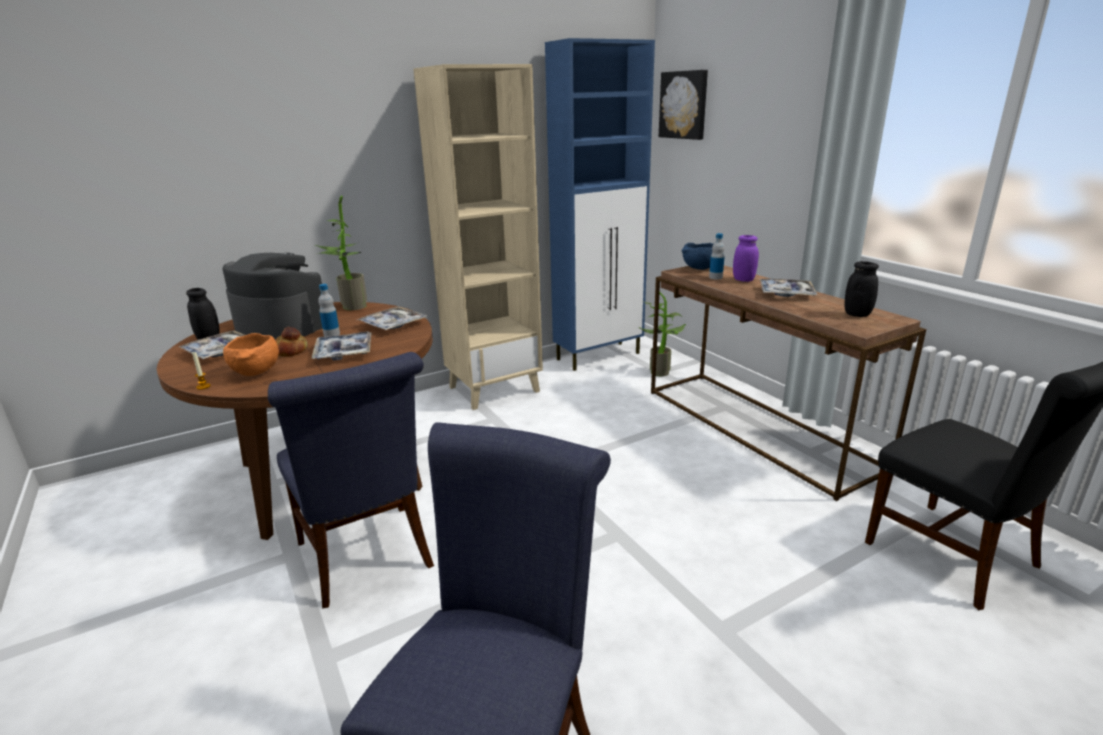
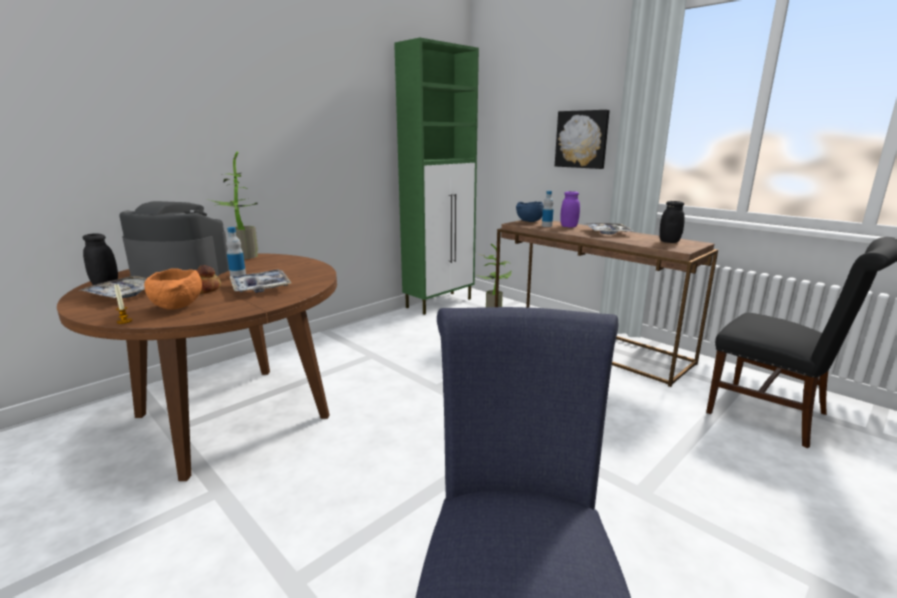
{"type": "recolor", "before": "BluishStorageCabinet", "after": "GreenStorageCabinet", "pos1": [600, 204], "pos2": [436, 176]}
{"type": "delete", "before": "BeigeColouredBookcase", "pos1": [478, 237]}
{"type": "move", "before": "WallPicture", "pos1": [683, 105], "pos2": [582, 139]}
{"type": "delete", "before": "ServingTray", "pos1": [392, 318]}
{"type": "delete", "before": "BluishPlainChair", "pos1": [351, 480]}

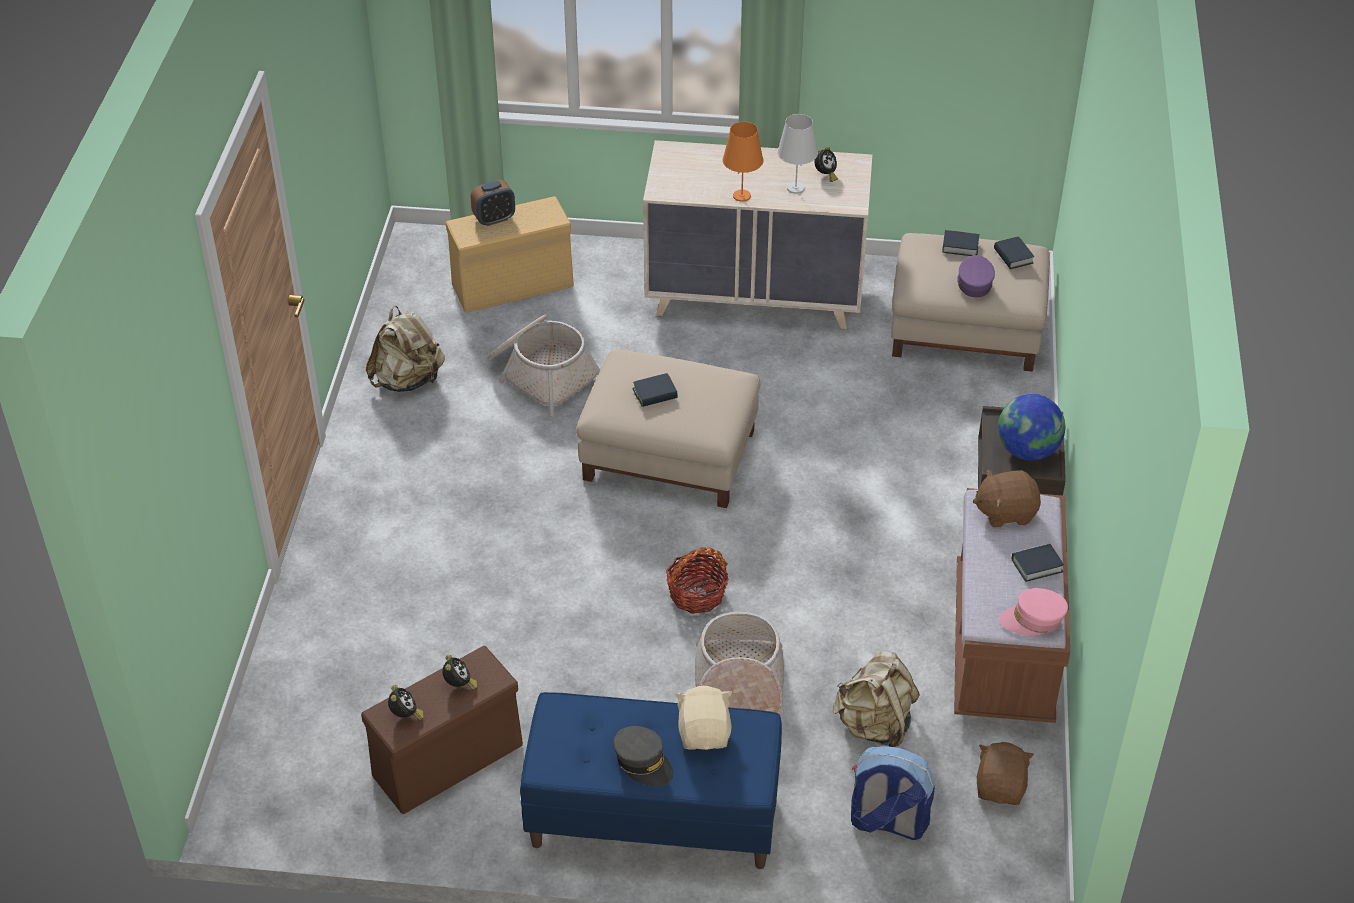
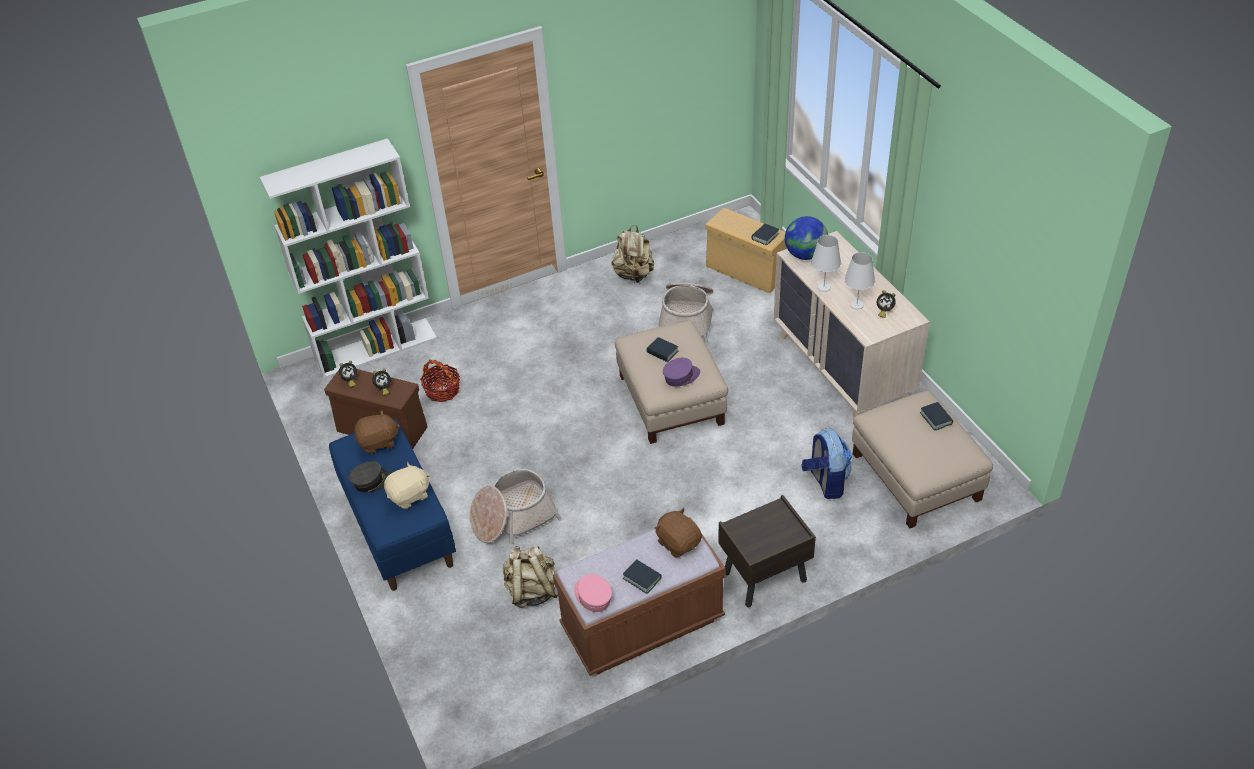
{"type": "recolor", "before": "OrangeColouredTabletopLamp", "after": "WhiteTabletopLamp", "pos1": [743, 162], "pos2": [826, 263]}
{"type": "delete", "before": "AlarmClock", "pos1": [493, 203]}
{"type": "move", "before": "Volume", "pos1": [1014, 253], "pos2": [765, 234]}
{"type": "move", "before": "PurpleColouredCap", "pos1": [976, 276], "pos2": [681, 372]}
{"type": "move", "before": "DeskGlobe", "pos1": [1031, 427], "pos2": [806, 238]}
{"type": "move", "before": "HouseholdBasket", "pos1": [697, 580], "pos2": [440, 381]}
{"type": "rotate", "before": "GreyishCap", "pos1": [643, 756], "pos2": [371, 476], "turn": -120}
{"type": "move", "before": "BrownColouredSoftToy", "pos1": [1005, 773], "pos2": [377, 432]}
{"type": "move", "before": "Knapsack", "pos1": [893, 793], "pos2": [826, 463]}
{"type": "insert", "after": "WhiteBookcase", "pos2": [348, 258]}

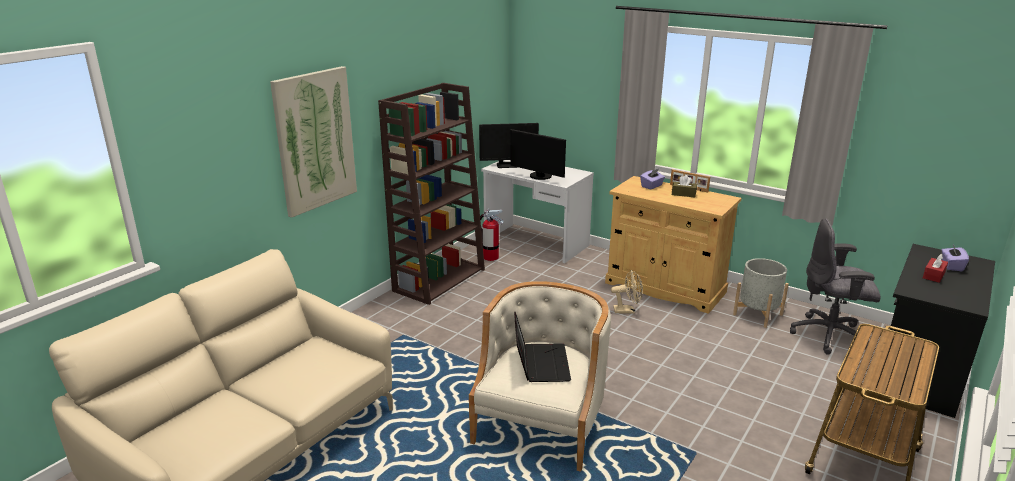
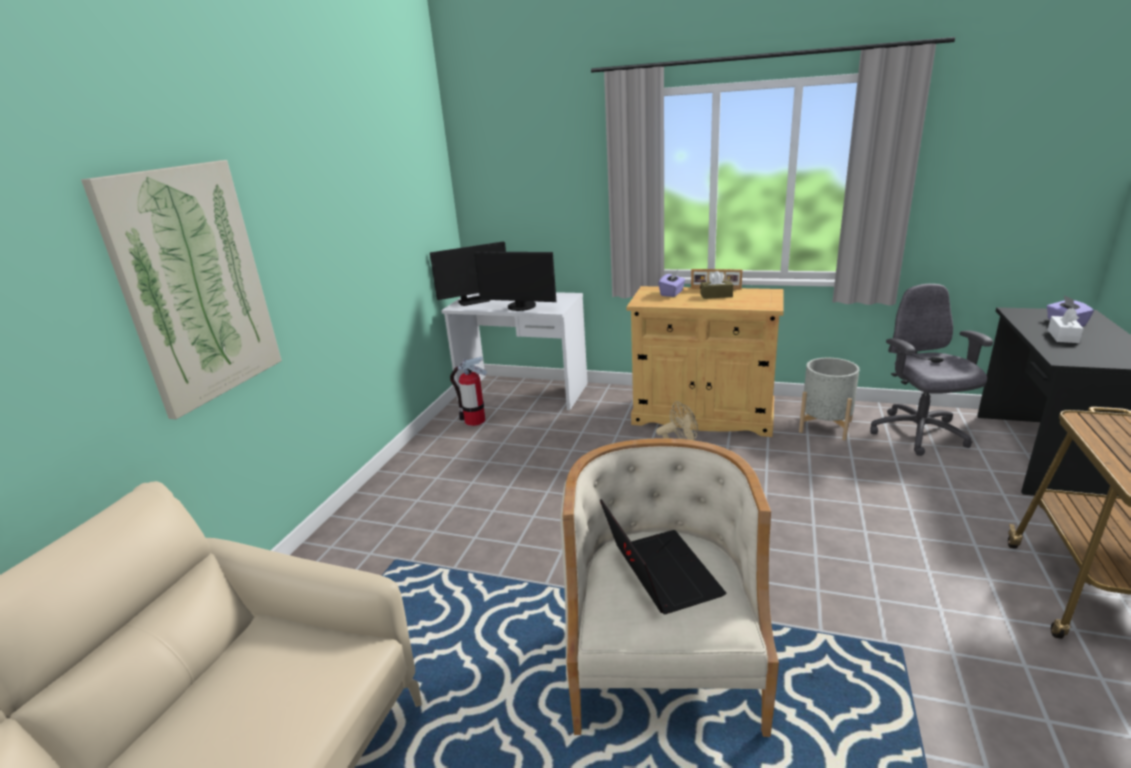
{"type": "delete", "before": "BrownColouredBookcase", "pos1": [431, 194]}
{"type": "rotate", "before": "GreyishComputerChair", "pos1": [835, 286], "pos2": [931, 370], "turn": 90}
{"type": "recolor", "before": "ReddishTissueHolder", "after": "WhiteTissueHolder", "pos1": [935, 268], "pos2": [1066, 325]}

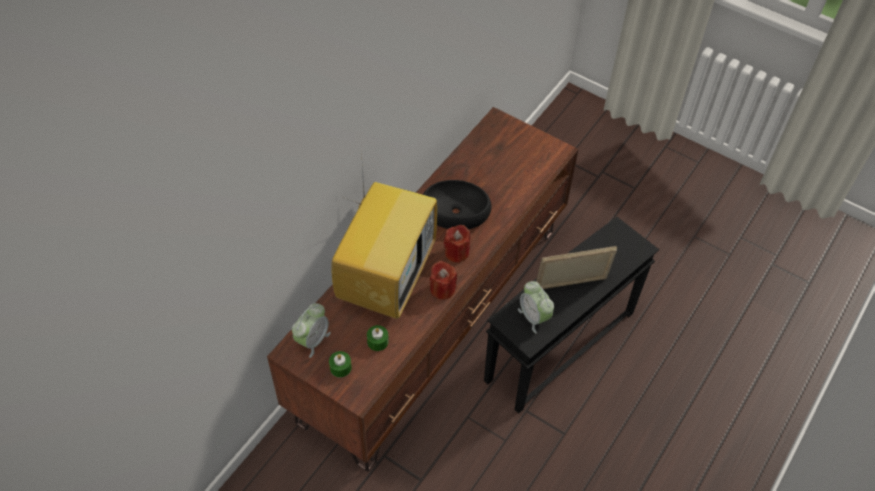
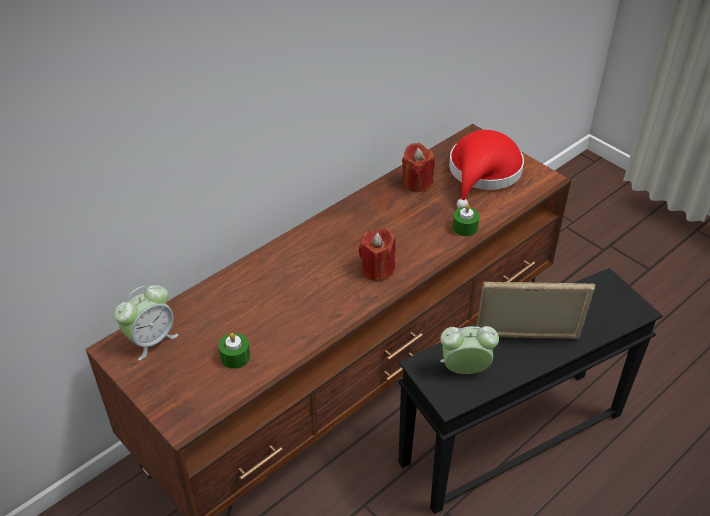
{"type": "delete", "before": "Television", "pos1": [384, 235]}
{"type": "delete", "before": "BlackColouredBowl", "pos1": [457, 204]}
{"type": "move", "before": "ReddishCandle", "pos1": [443, 280], "pos2": [418, 167]}
{"type": "rotate", "before": "AlarmClock", "pos1": [536, 307], "pos2": [469, 350], "turn": 105}
{"type": "move", "before": "GreenCandle", "pos1": [340, 364], "pos2": [465, 220]}
{"type": "insert", "after": "ReddishClothingHat", "pos2": [486, 169]}

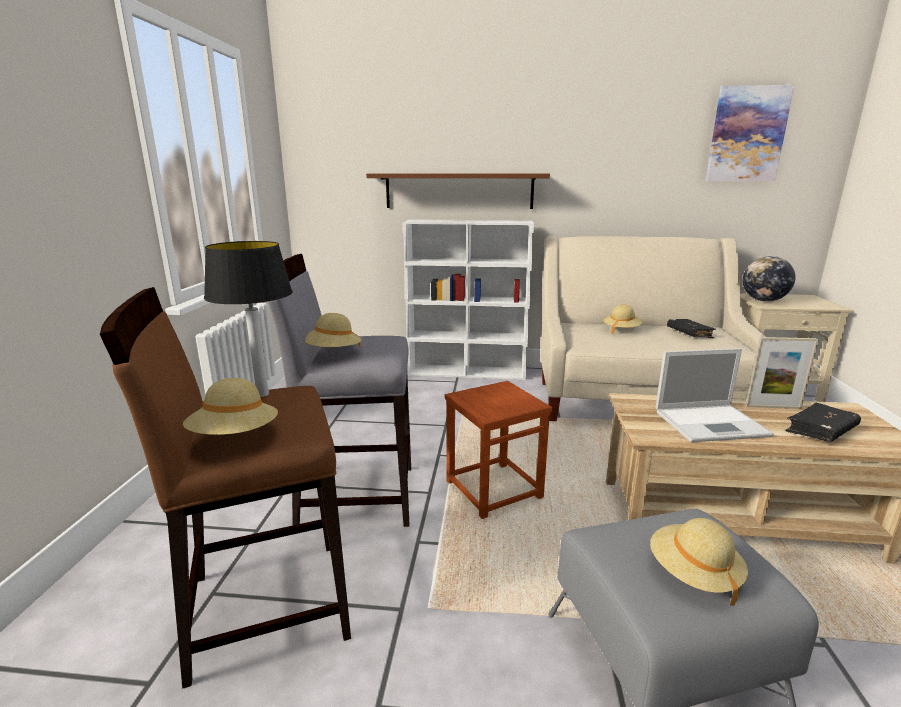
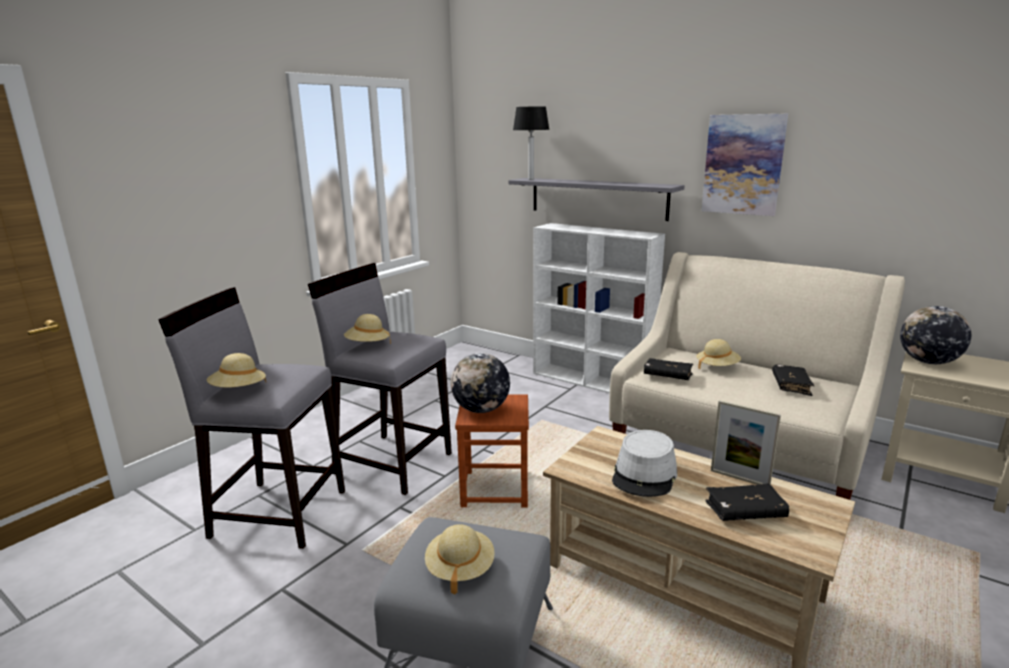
{"type": "move", "before": "WallPicture", "pos1": [750, 133], "pos2": [744, 164]}
{"type": "recolor", "before": "BrownColouredBracketShelf", "after": "GreyishBracketShelf", "pos1": [458, 191], "pos2": [596, 199]}
{"type": "move", "before": "TabletopLamp", "pos1": [248, 319], "pos2": [531, 143]}
{"type": "recolor", "before": "BrownColouredSittingStool", "after": "GreyishSittingStool", "pos1": [225, 488], "pos2": [251, 418]}
{"type": "replace", "before": "NotebookComputer", "after": "GreyishClothingHat", "pos1": [714, 395], "pos2": [644, 463]}
{"type": "insert", "after": "DeskGlobe", "pos2": [480, 383]}
{"type": "insert", "after": "BlackColouredVolume", "pos2": [668, 369]}

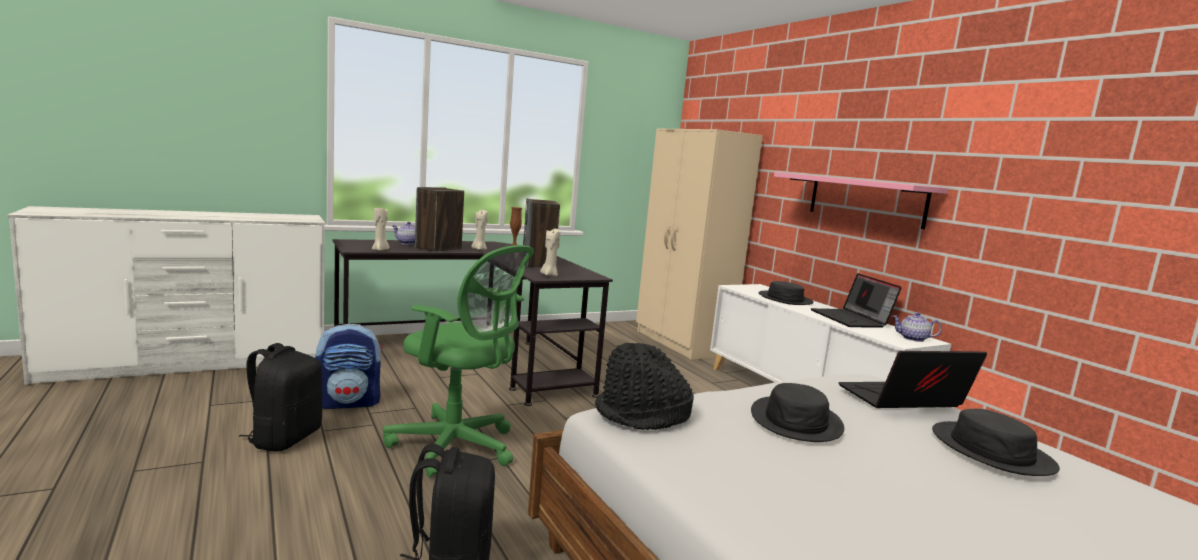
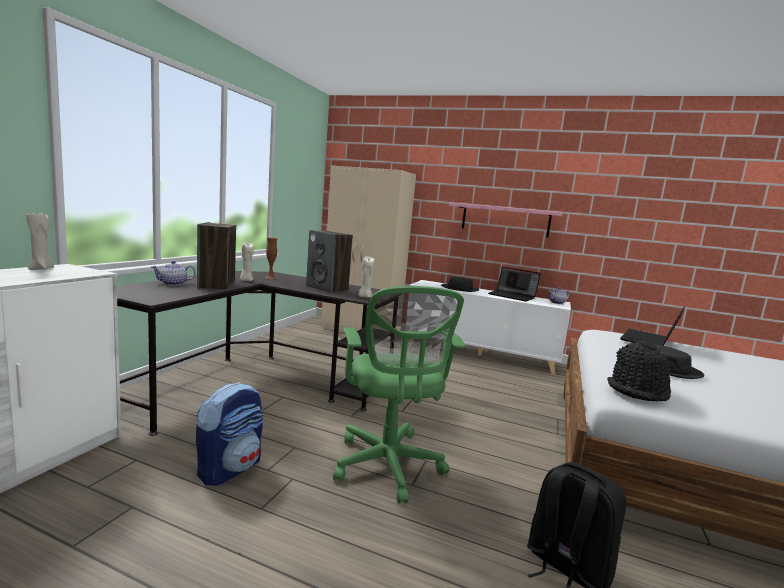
{"type": "move", "before": "BeigeColouredCandle", "pos1": [380, 229], "pos2": [40, 241]}
{"type": "rotate", "before": "GreenComputerChair", "pos1": [458, 361], "pos2": [399, 394], "turn": 90}
{"type": "delete", "before": "BlackColouredKnapsack", "pos1": [280, 397]}
{"type": "delete", "before": "BlackColouredClothingHat", "pos1": [996, 442]}

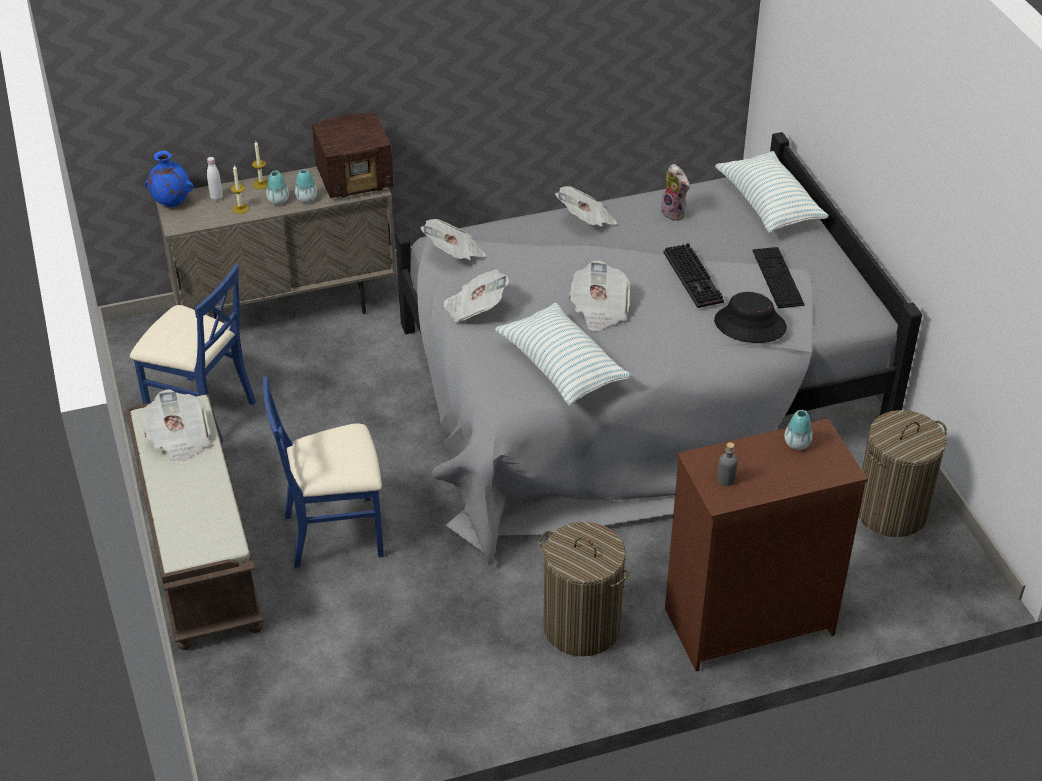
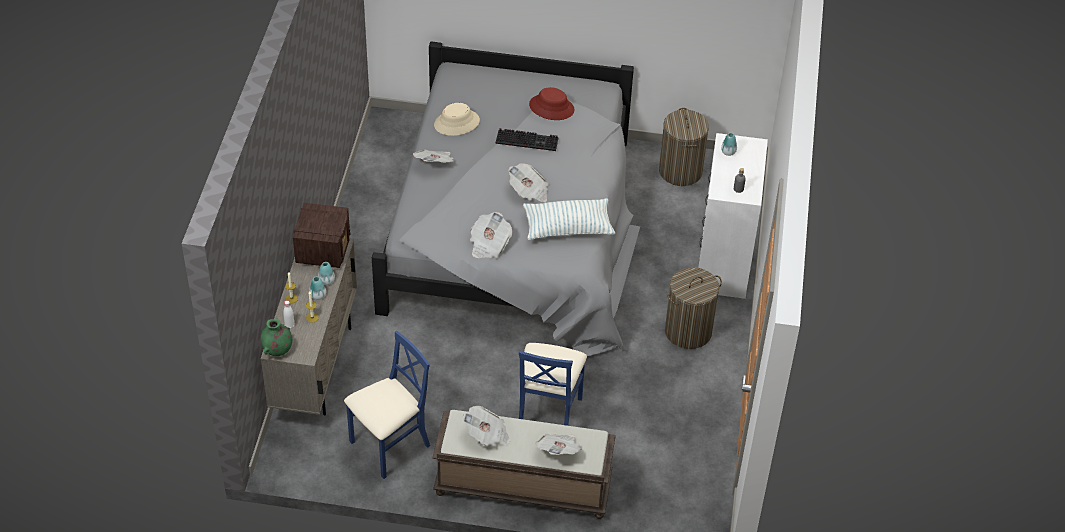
{"type": "recolor", "before": "BluishDecorativeVase", "after": "GreenDecorativeVase", "pos1": [169, 178], "pos2": [276, 337]}
{"type": "delete", "before": "Pillow", "pos1": [772, 192]}
{"type": "replace", "before": "SoftToy", "after": "BeigeColouredClothingHat", "pos1": [675, 192], "pos2": [457, 119]}
{"type": "move", "before": "Newspaper", "pos1": [453, 239], "pos2": [559, 444]}
{"type": "replace", "before": "Keyboard", "after": "ReddishClothingHat", "pos1": [779, 278], "pos2": [551, 103]}
{"type": "delete", "before": "BlackColouredClothingHat", "pos1": [750, 317]}
{"type": "recolor", "before": "BrownColouredDrawerChest", "after": "WhiteDrawerChest", "pos1": [766, 544], "pos2": [733, 216]}

